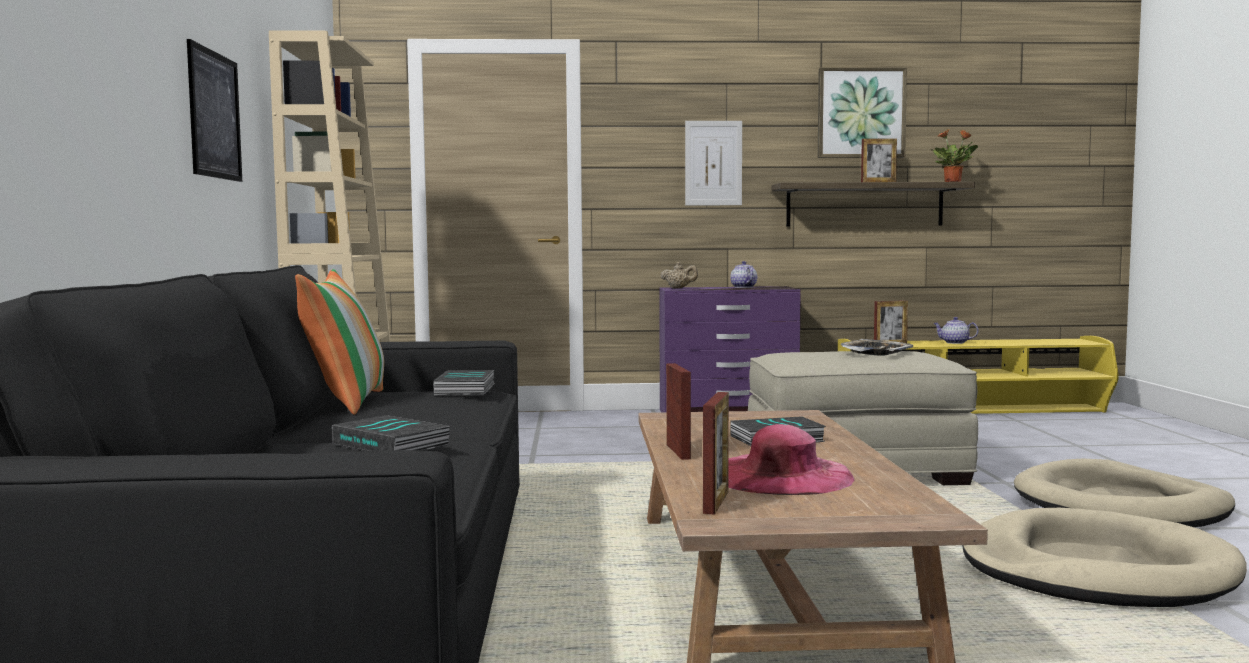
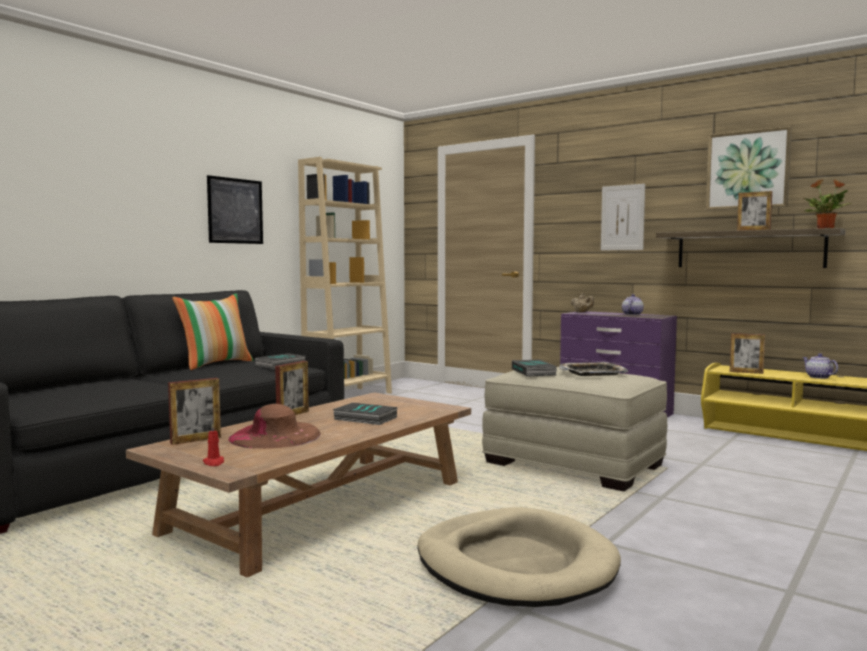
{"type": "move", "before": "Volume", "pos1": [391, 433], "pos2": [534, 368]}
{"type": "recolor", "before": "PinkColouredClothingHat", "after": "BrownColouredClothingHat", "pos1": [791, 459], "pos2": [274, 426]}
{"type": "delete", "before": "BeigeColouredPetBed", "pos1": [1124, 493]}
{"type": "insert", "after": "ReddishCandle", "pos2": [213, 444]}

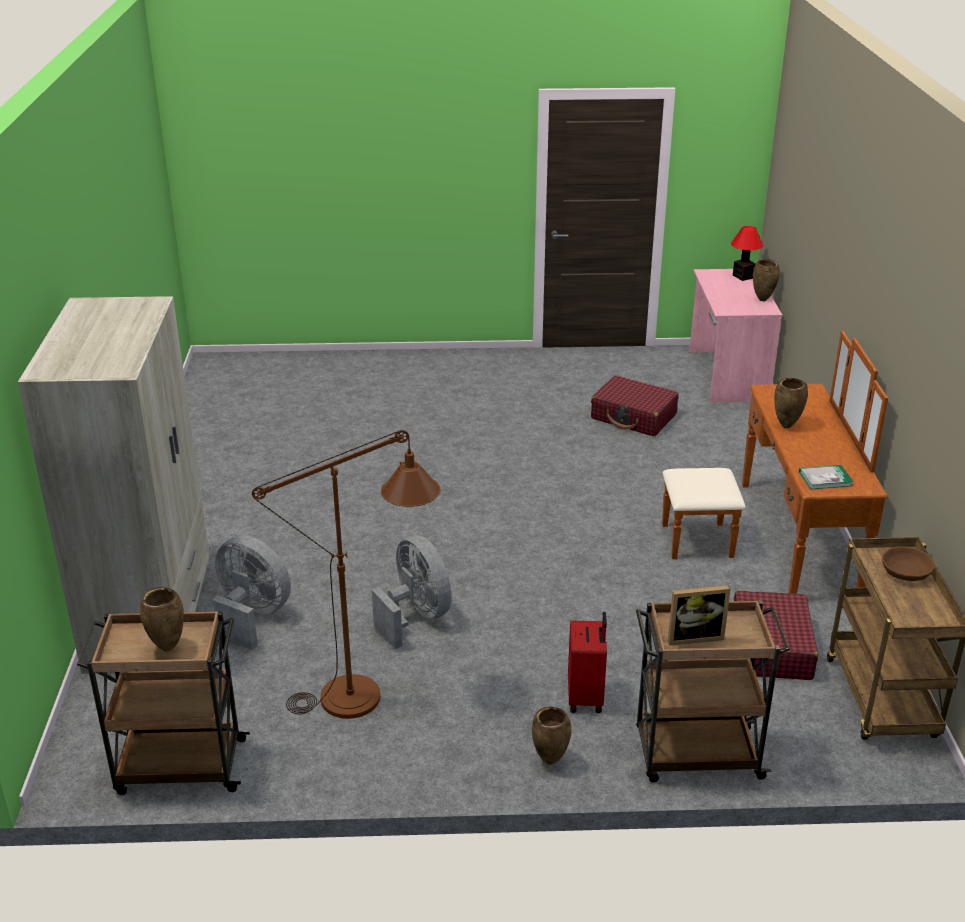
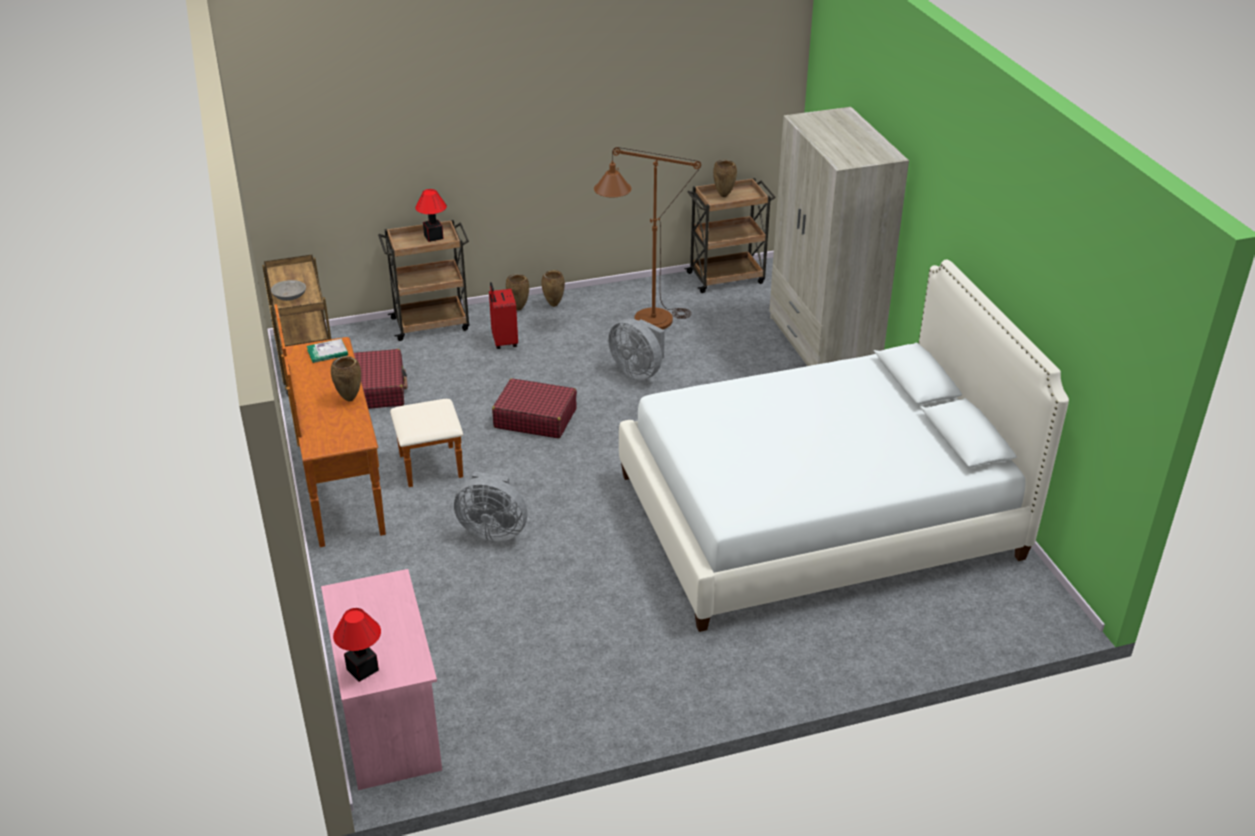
{"type": "move", "before": "BrownColouredDecorativeVase", "pos1": [766, 280], "pos2": [553, 288]}
{"type": "move", "before": "ReddishTravelCase", "pos1": [635, 405], "pos2": [534, 408]}
{"type": "move", "before": "GreyishElectricFan", "pos1": [252, 592], "pos2": [490, 506]}
{"type": "recolor", "before": "BrownColouredBowl", "after": "GreyishBowl", "pos1": [908, 563], "pos2": [288, 290]}
{"type": "replace", "before": "StandingFrame", "after": "TabletopLamp", "pos1": [699, 615], "pos2": [431, 215]}
{"type": "insert", "after": "WhiteBedroomBed", "pos2": [844, 446]}

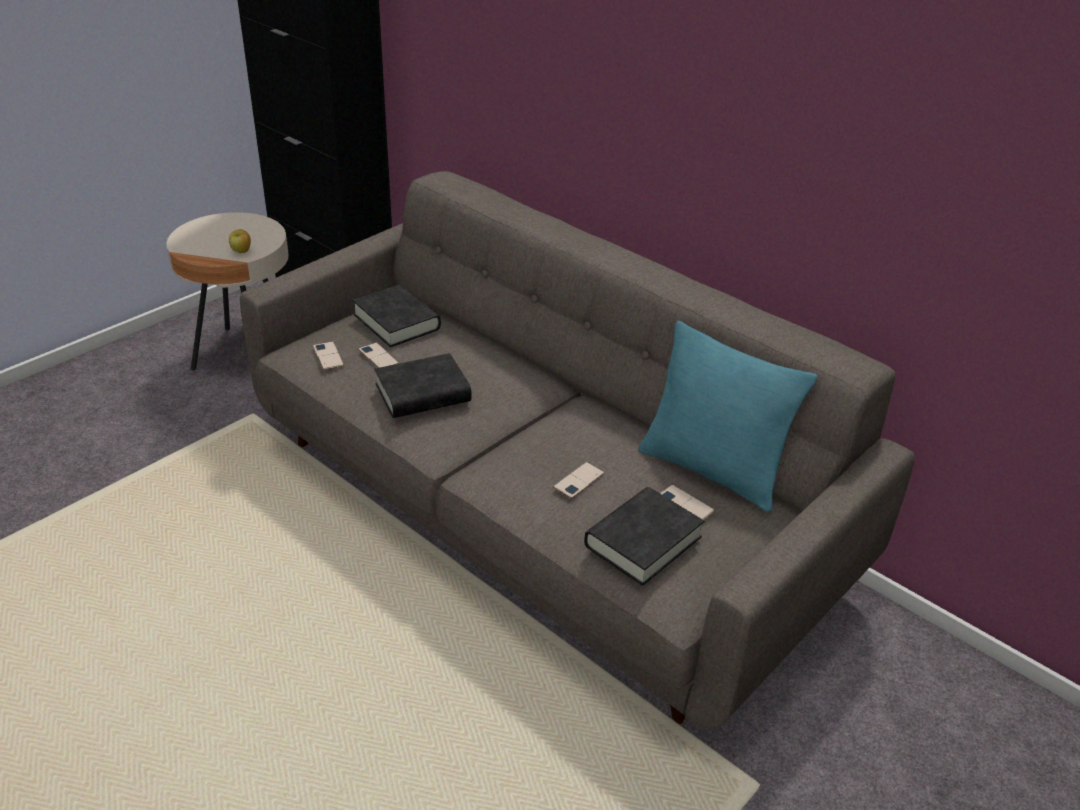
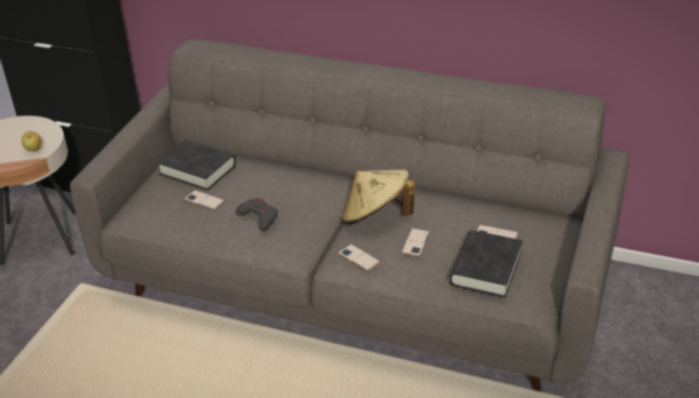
{"type": "delete", "before": "TurquoisePillow", "pos1": [728, 416]}
{"type": "move", "before": "Phone", "pos1": [328, 355], "pos2": [359, 257]}
{"type": "replace", "before": "BlackColouredVolume", "after": "GreyishGameController", "pos1": [423, 385], "pos2": [257, 214]}
{"type": "insert", "after": "BeigeColouredClothingHat", "pos2": [378, 196]}

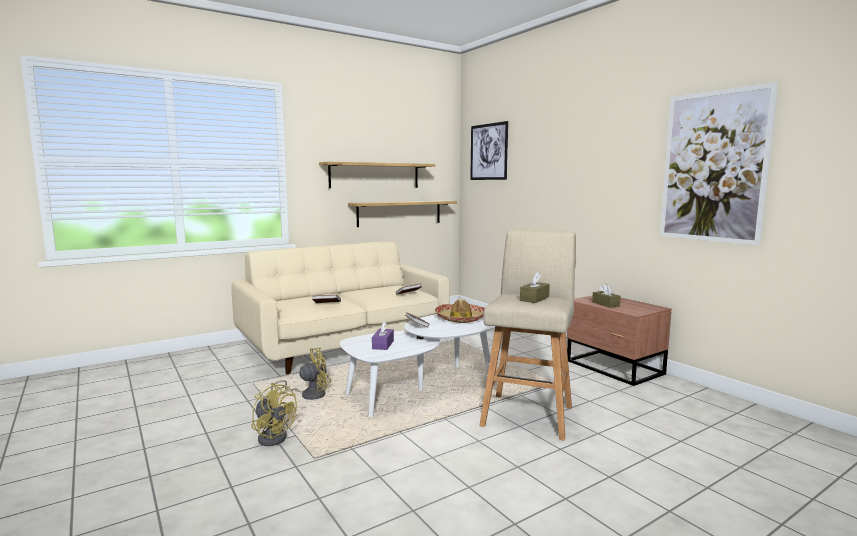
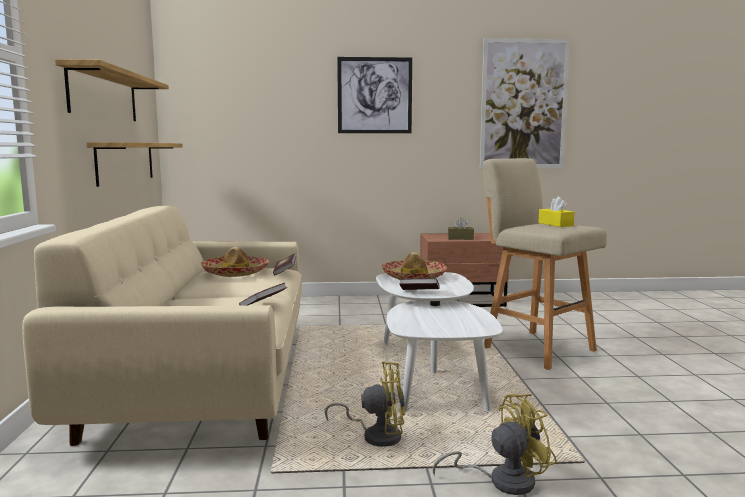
{"type": "move", "before": "WallPicture", "pos1": [489, 150], "pos2": [374, 95]}
{"type": "recolor", "before": "BrownColouredTissueHolder", "after": "YellowTissueHolder", "pos1": [535, 287], "pos2": [556, 212]}
{"type": "delete", "before": "PurpleColouredTissueHolder", "pos1": [383, 335]}
{"type": "rotate", "before": "YellowElectricFan", "pos1": [301, 374], "pos2": [365, 404], "turn": 90}
{"type": "insert", "after": "ClothingHat", "pos2": [235, 262]}

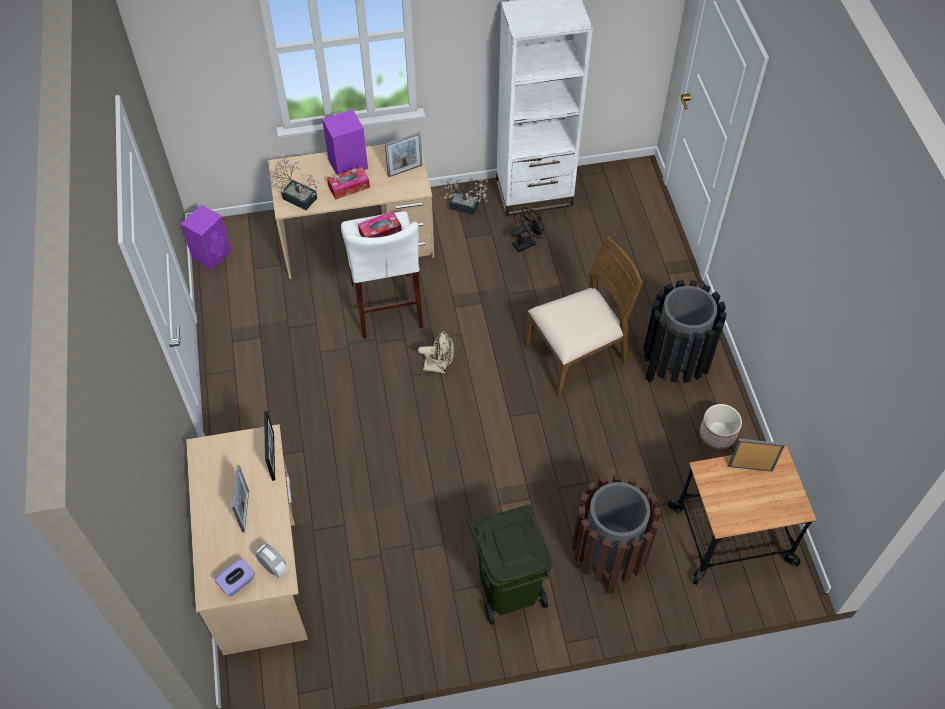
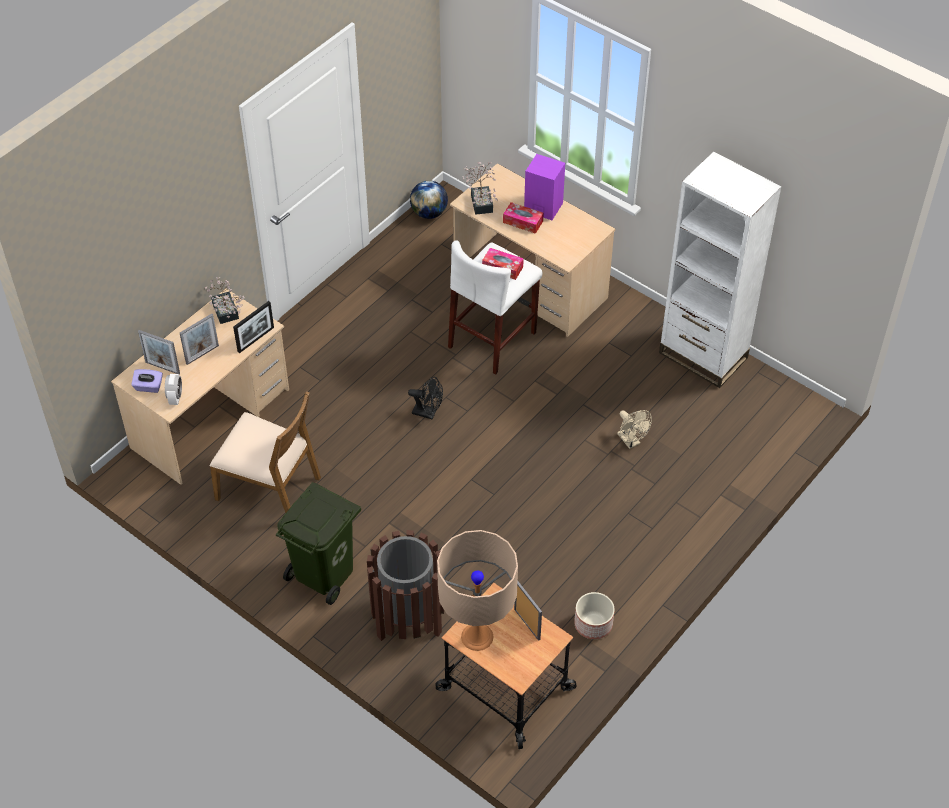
{"type": "move", "before": "StandingFrame", "pos1": [403, 154], "pos2": [159, 352]}
{"type": "move", "before": "Houseplant", "pos1": [466, 196], "pos2": [225, 300]}
{"type": "replace", "before": "PurpleColouredSpeaker", "after": "DeskGlobe", "pos1": [206, 237], "pos2": [429, 199]}
{"type": "move", "before": "BlackColouredElectricFan", "pos1": [527, 229], "pos2": [425, 398]}
{"type": "move", "before": "BrownColouredPlainChair", "pos1": [584, 317], "pos2": [265, 452]}
{"type": "delete", "before": "BlackColouredWasteBin", "pos1": [685, 331]}
{"type": "move", "before": "BeigeColouredElectricFan", "pos1": [436, 352], "pos2": [634, 429]}
{"type": "insert", "after": "BeigeColouredTabletopLamp", "pos2": [477, 590]}

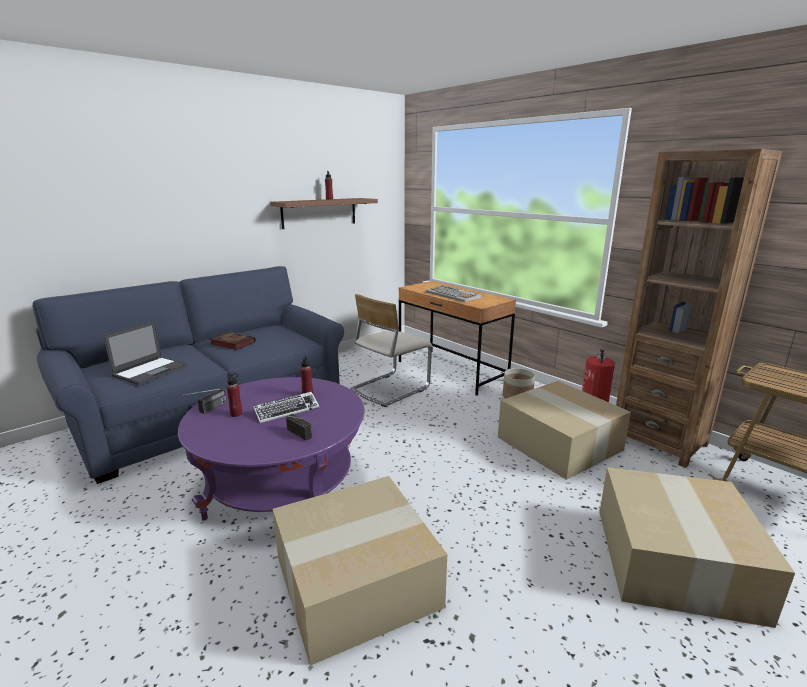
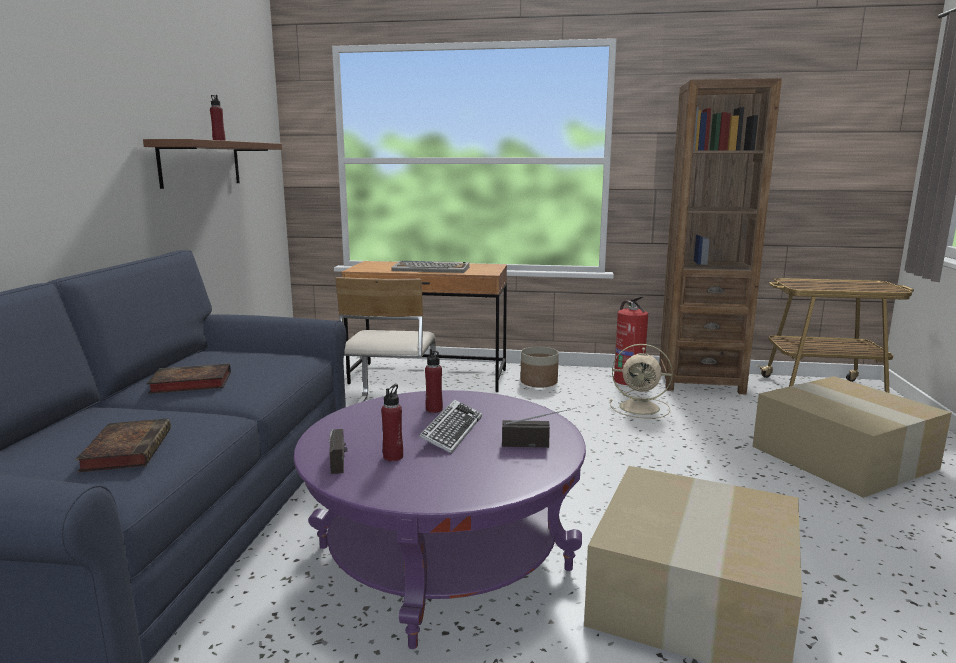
{"type": "replace", "before": "NotebookComputer", "after": "Volume", "pos1": [145, 352], "pos2": [123, 445]}
{"type": "replace", "before": "Carton", "after": "BeigeColouredElectricFan", "pos1": [564, 430], "pos2": [641, 381]}

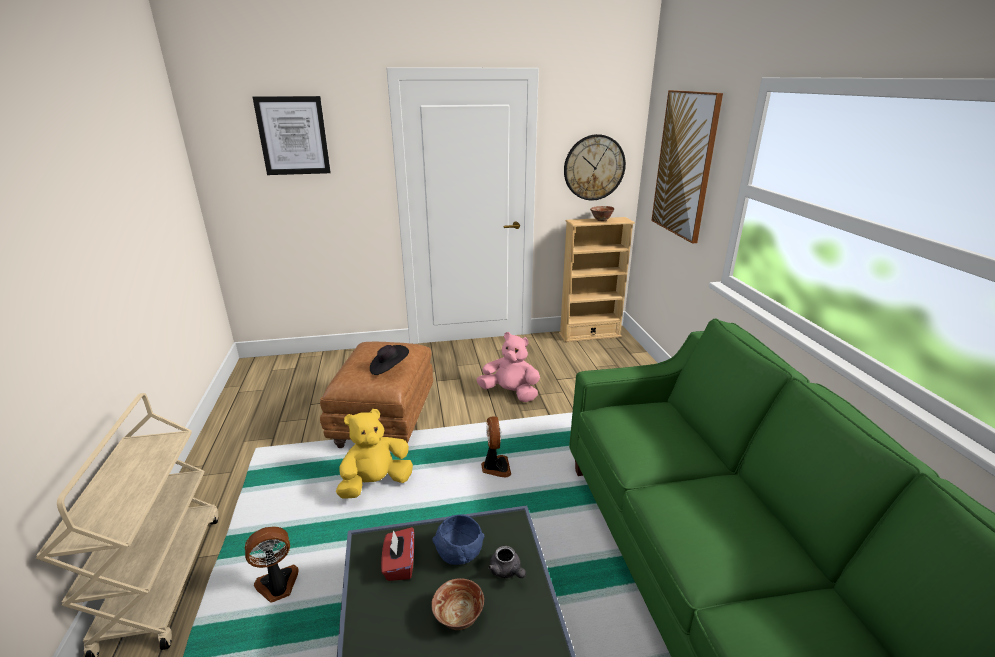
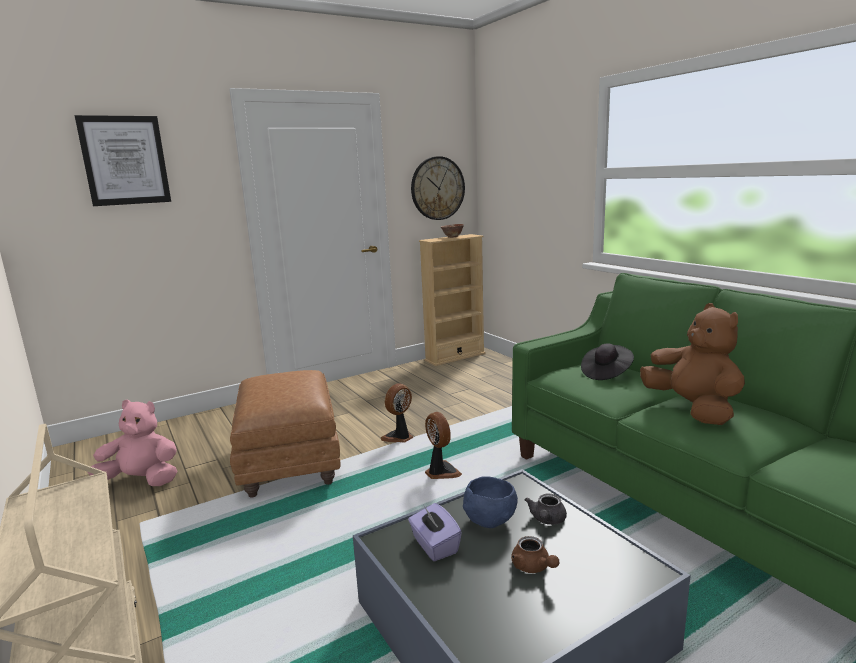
{"type": "delete", "before": "WallPicture", "pos1": [687, 166]}
{"type": "move", "before": "PinkColouredSoftToy", "pos1": [508, 367], "pos2": [132, 442]}
{"type": "move", "before": "BlackColouredClothingHat", "pos1": [389, 360], "pos2": [607, 361]}
{"type": "delete", "before": "YellowSoftToy", "pos1": [374, 454]}
{"type": "move", "before": "ElectricFan", "pos1": [272, 564], "pos2": [397, 413]}
{"type": "recolor", "before": "ReddishTissueHolder", "after": "PurpleColouredTissueHolder", "pos1": [397, 554], "pos2": [435, 532]}
{"type": "rotate", "before": "GreyishPotForTea", "pos1": [507, 562], "pos2": [546, 509], "turn": 75}
{"type": "replace", "before": "Bowl", "after": "BrownColouredPotForTea", "pos1": [457, 604], "pos2": [535, 554]}
{"type": "insert", "after": "BrownColouredSoftToy", "pos2": [692, 364]}

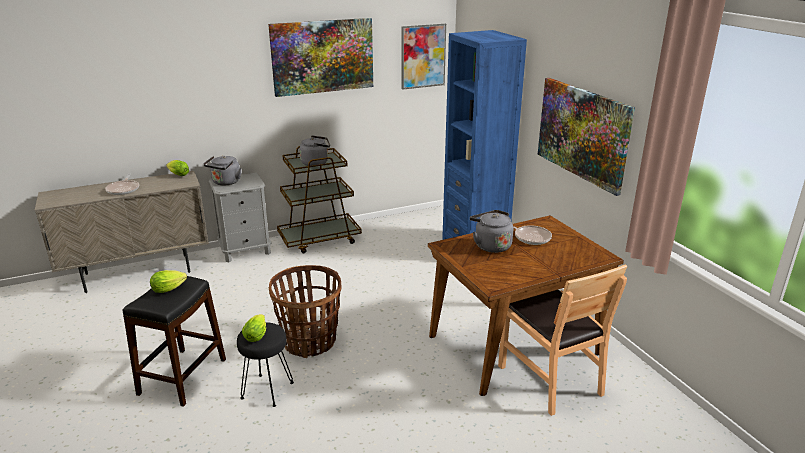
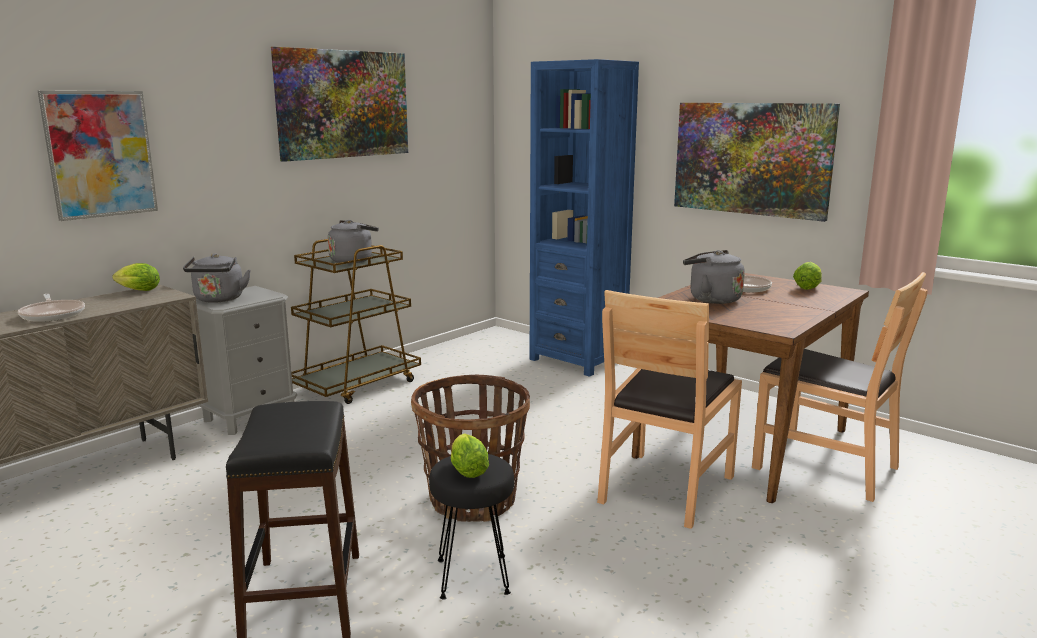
{"type": "move", "before": "WallPicture", "pos1": [424, 56], "pos2": [98, 156]}
{"type": "move", "before": "Lettuce", "pos1": [168, 281], "pos2": [807, 276]}
{"type": "insert", "after": "BrownColouredPlainChair", "pos2": [669, 409]}

